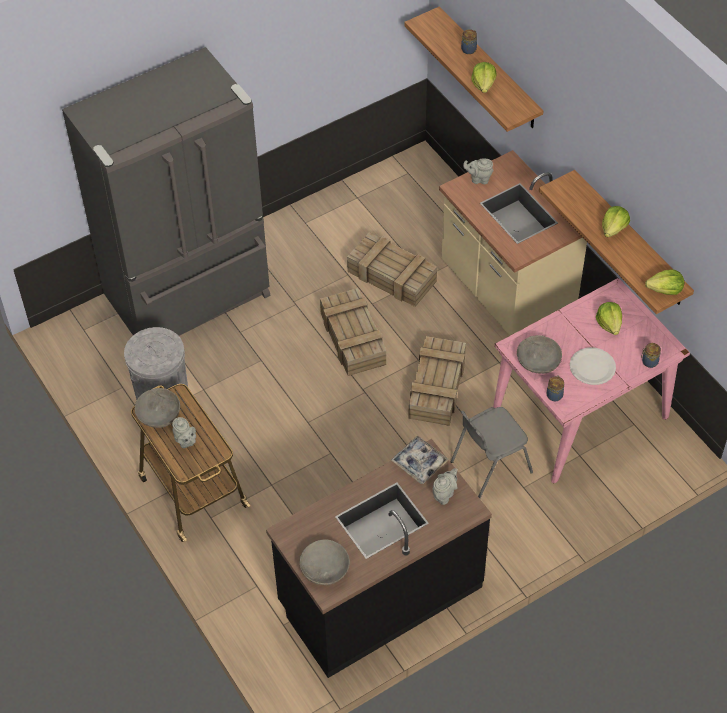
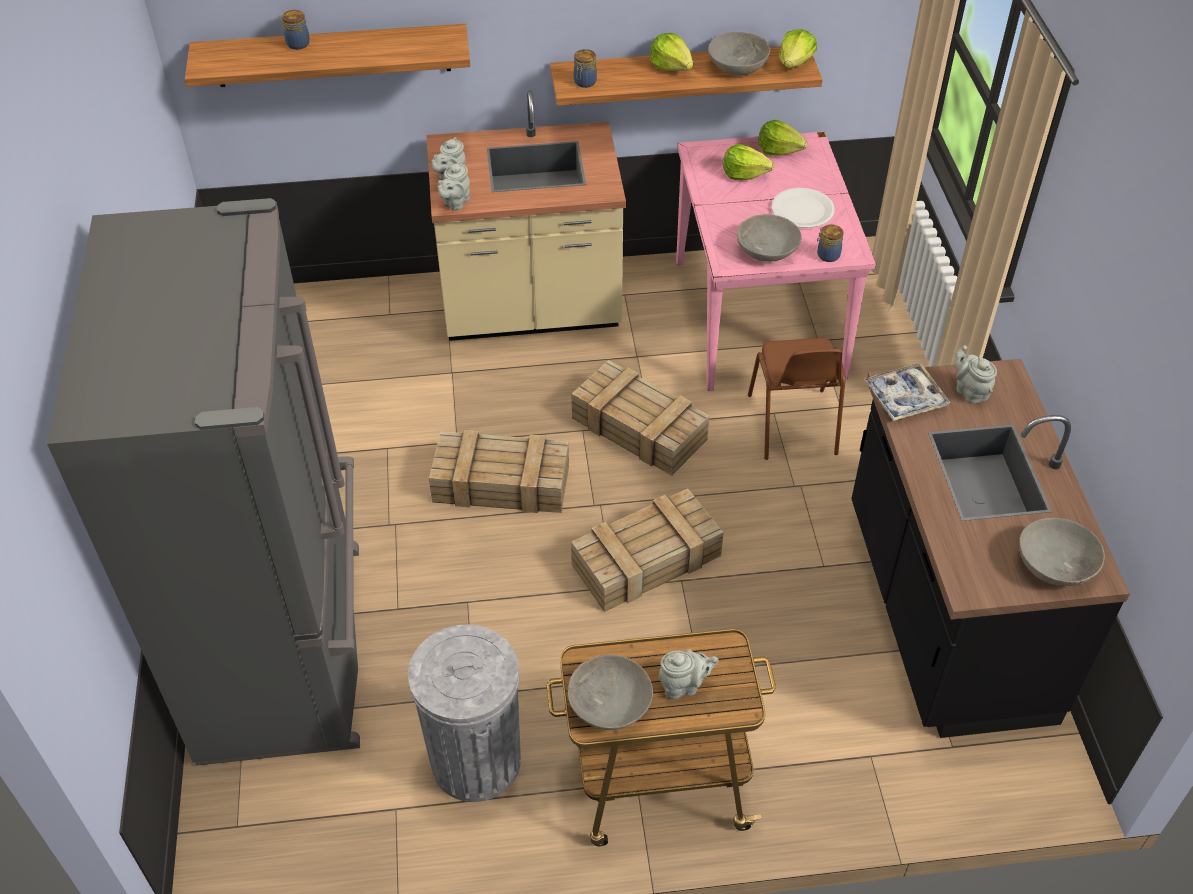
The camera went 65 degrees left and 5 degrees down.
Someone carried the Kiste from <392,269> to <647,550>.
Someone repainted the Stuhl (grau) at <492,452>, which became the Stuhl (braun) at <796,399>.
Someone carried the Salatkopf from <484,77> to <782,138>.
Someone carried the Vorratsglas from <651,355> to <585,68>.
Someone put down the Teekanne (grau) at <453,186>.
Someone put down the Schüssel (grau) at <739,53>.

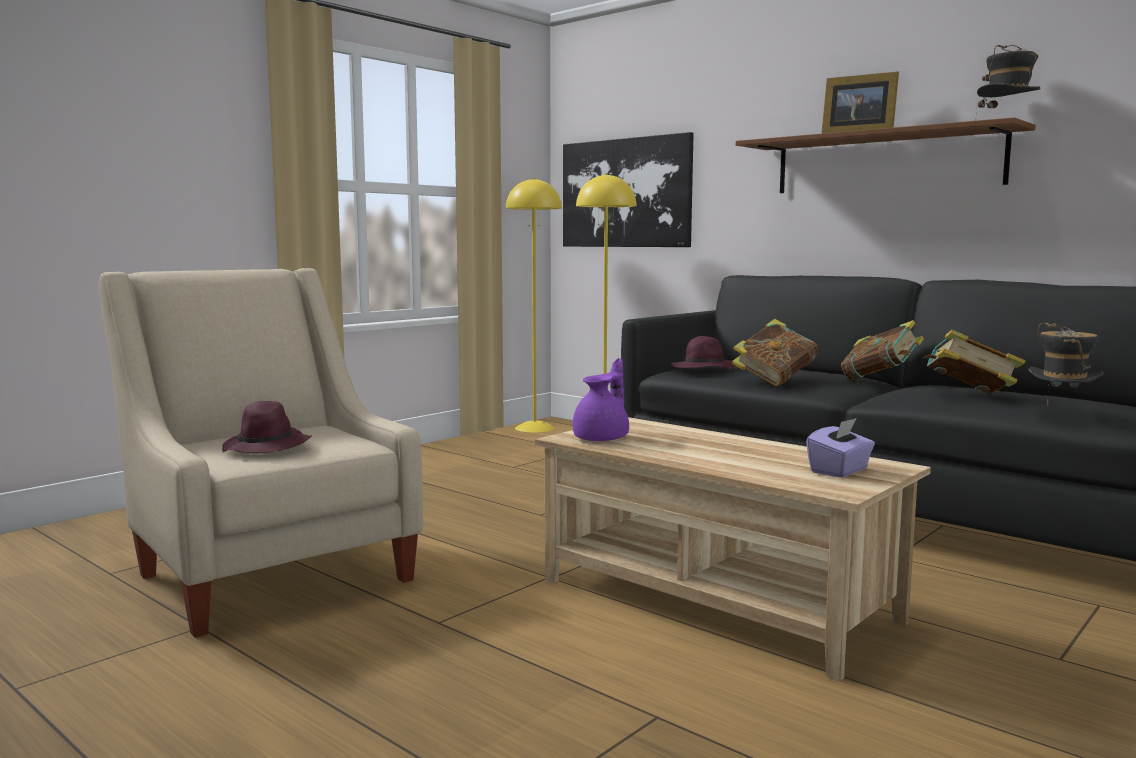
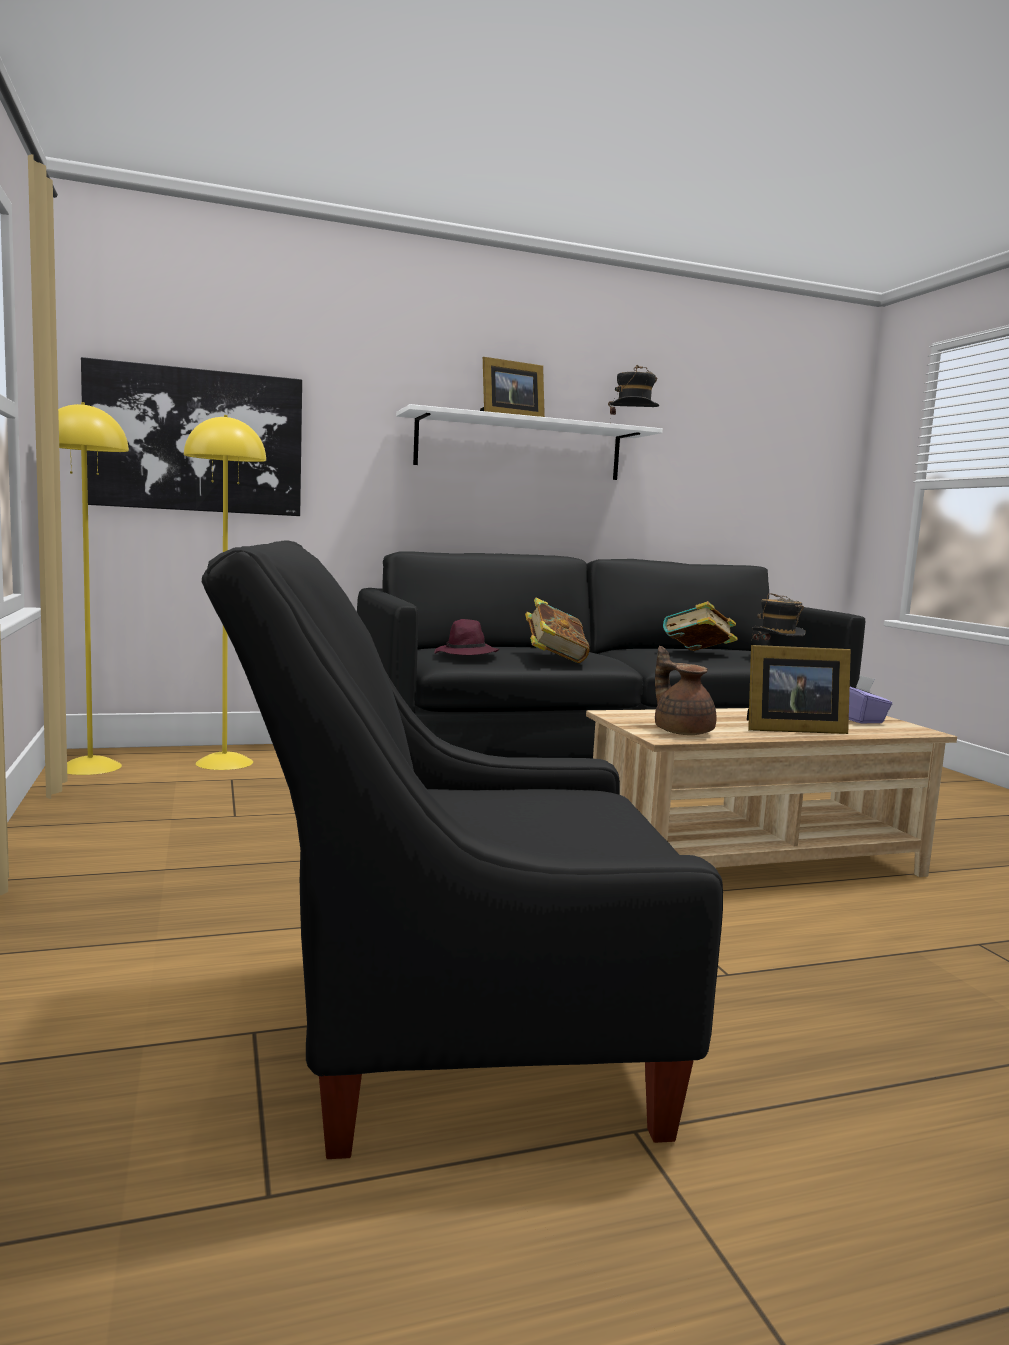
The camera went 60 degrees left and 0 degrees up.
Someone repainted the Sessel (beige) at <260,453>, which became the Sessel (schwarz) at <462,850>.
Someone took away the Hut (lila) at <267,427>.
Someone repainted the Teekanne (lila) at <601,399>, which became the Teekanne (braun) at <685,690>.
Someone repainted the Wandregal (braun) at <886,155>, which became the Wandregal (weiß) at <529,442>.
Someone took away the Buch at <882,350>.
Someone put down the Bilderrahmen at <799,689>.

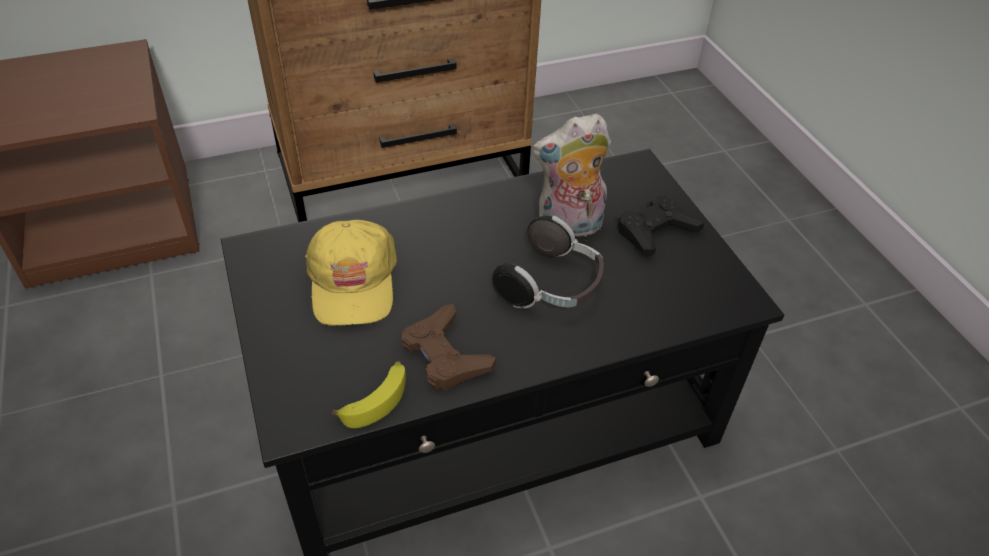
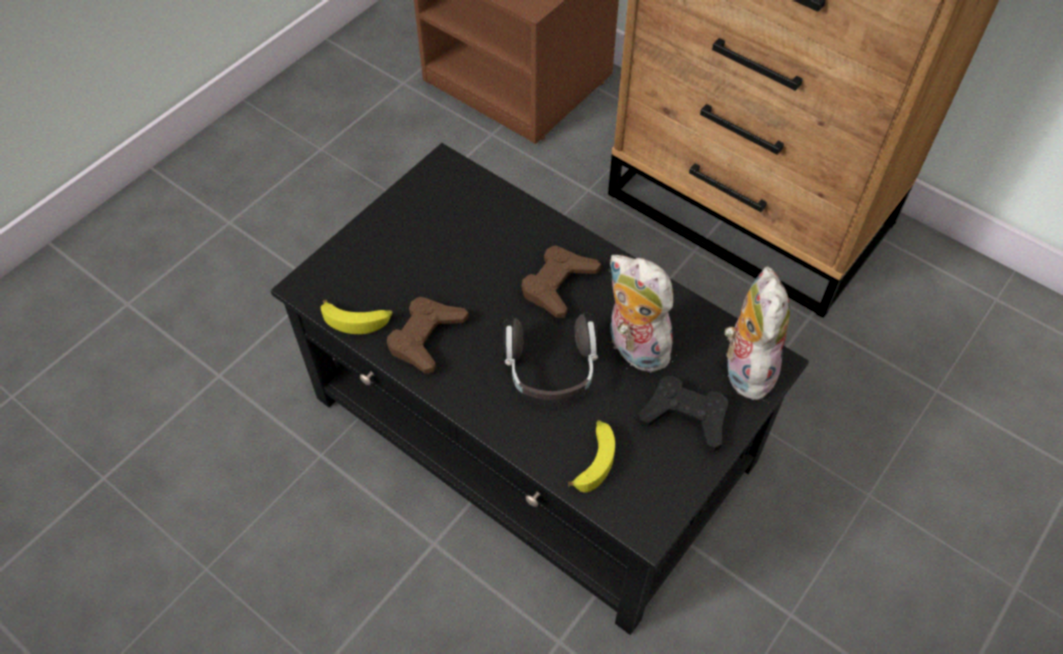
The camera went 60 degrees right and 10 degrees up.
Someone took away the Kappe (gelb) at <351,273>.
Someone put down the Gamepad (braun) at <561,281>.
Someone put down the Banane at <591,456>.
Someone put down the Plüschtier at <757,333>.

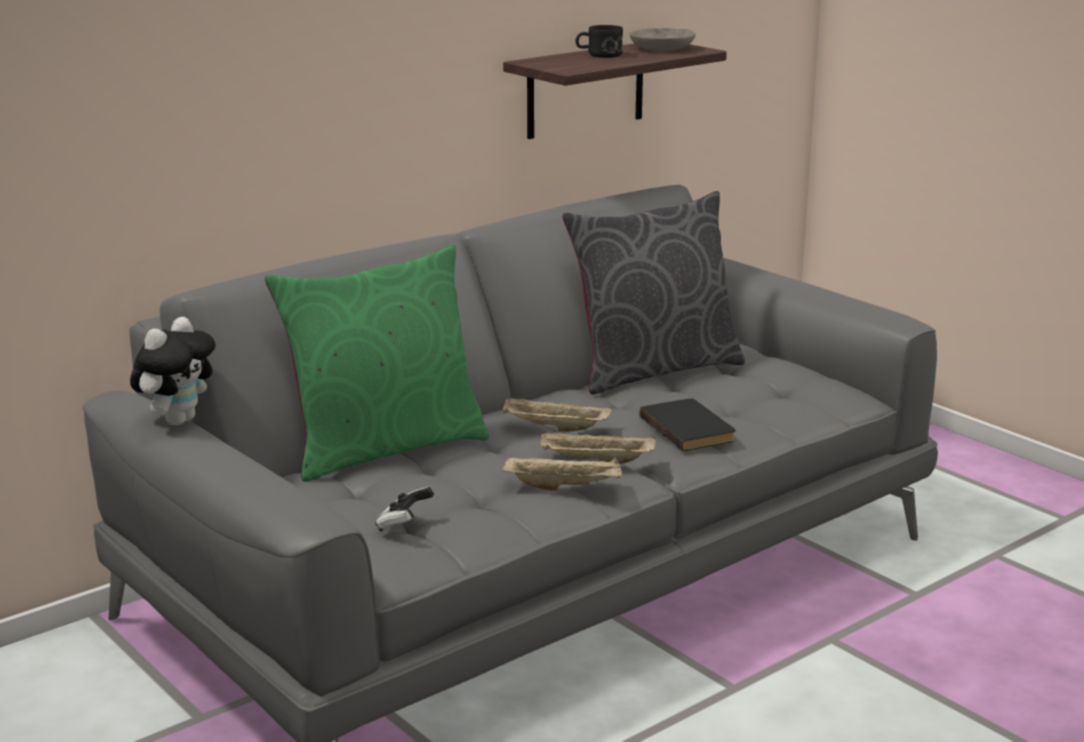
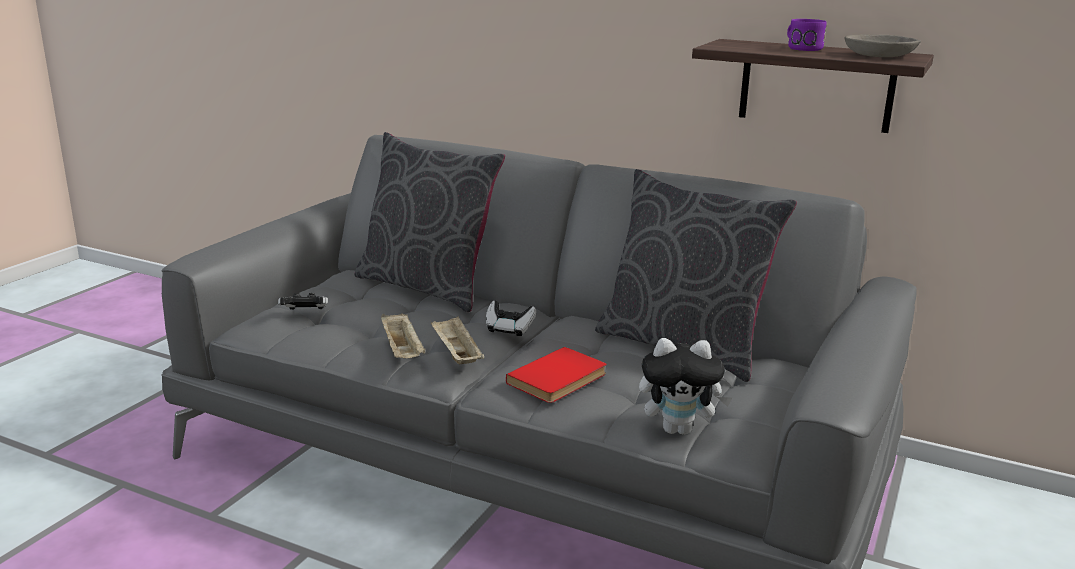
The camera went 65 degrees right and 0 degrees up.
Someone carried the Plüschtier from <172,371> to <685,386>.
Someone repainted the Kissen (grün) at <377,363>, which became the Kissen (grau) at <429,222>.
Someone swapped the Tablett (beige) at <557,414> for the Gamepad at <511,318>.
Someone repainted the Henkelbecher (schwarz) at <599,41>, which became the Henkelbecher (lila) at <807,35>.
Someone repainted the Buch (schwarz) at <687,424>, which became the Buch (rot) at <556,375>.

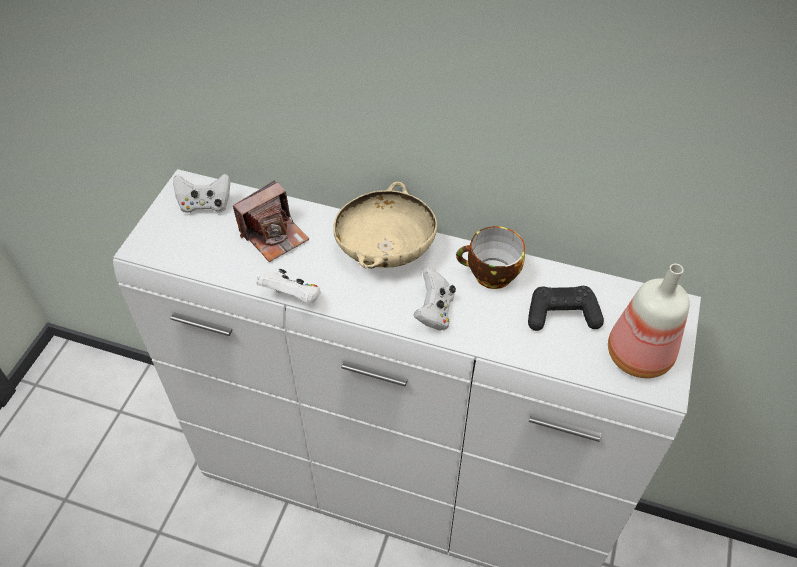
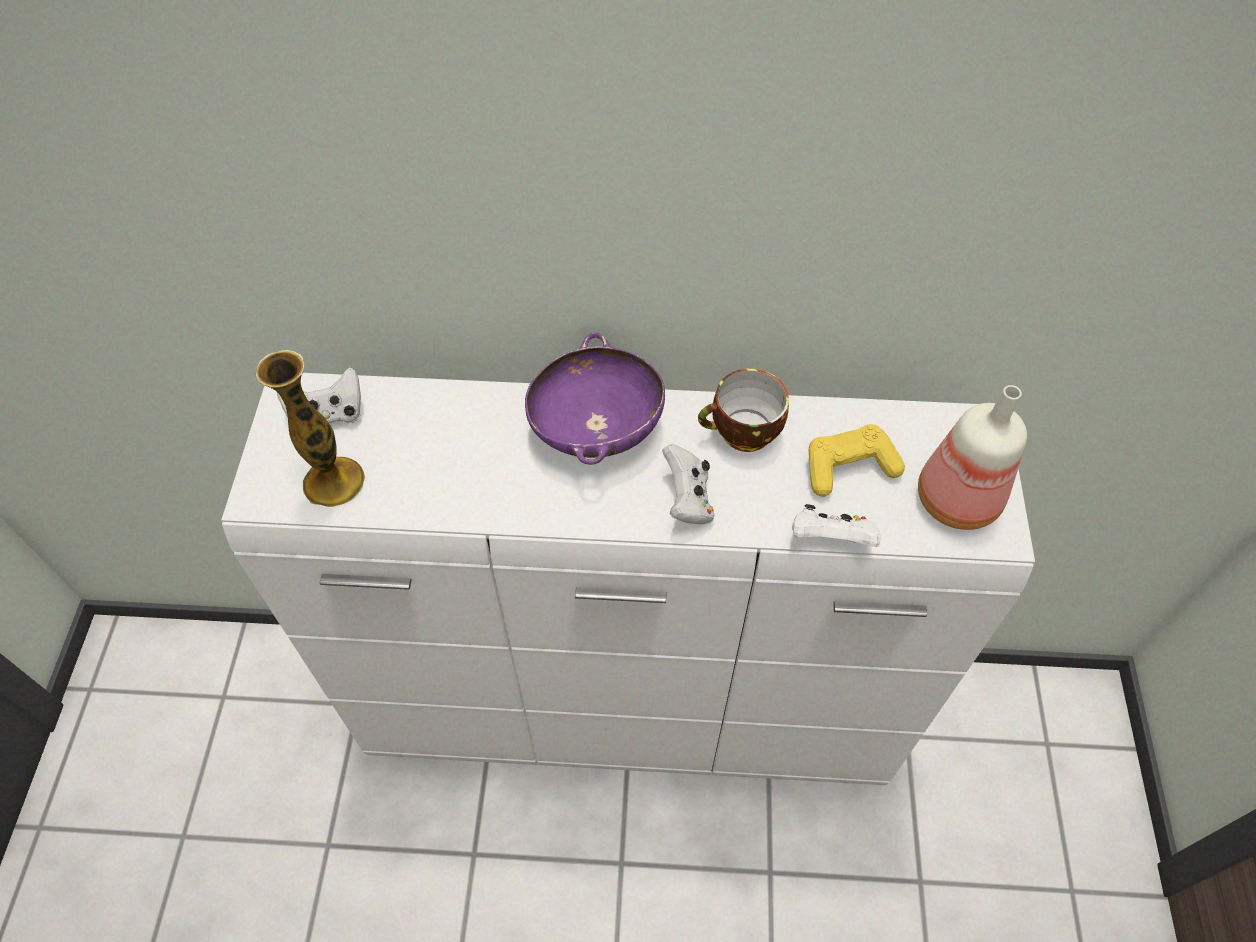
The camera went 15 degrees left and 5 degrees up.
Someone took away the Kamera at <271,221>.
Someone carried the Gamepad (weiß) from <289,286> to <836,525>.
Someone repainted the Schüssel (beige) at <385,225>, which became the Schüssel (lila) at <595,398>.
Someone repainted the Gamepad (schwarz) at <566,308>, which became the Gamepad (gelb) at <857,460>.
Someone put down the Vase at <310,428>.

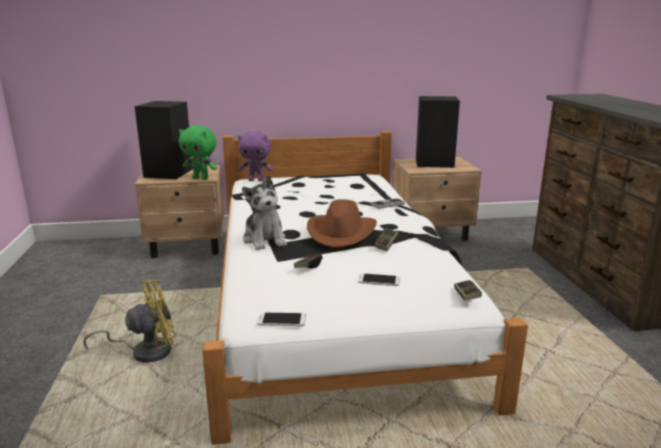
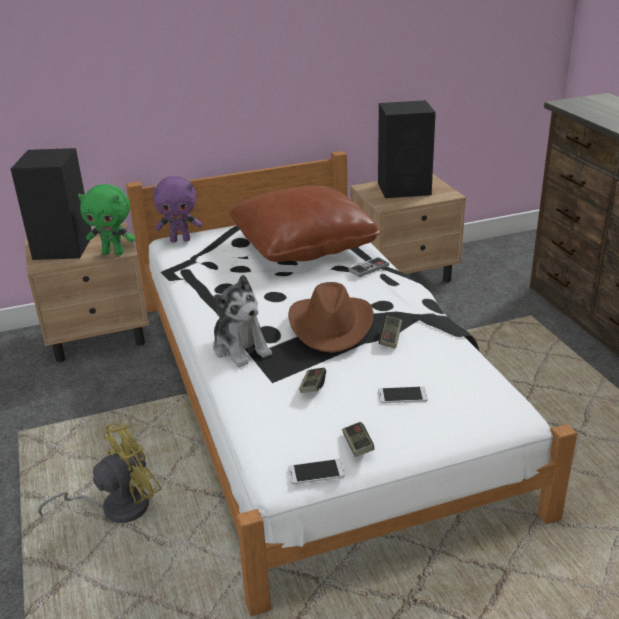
The camera went 10 degrees left and 10 degrees up.
Someone carried the Gamepad from <468,290> to <358,439>.
Someone put down the Kissen (braun) at <304,224>.

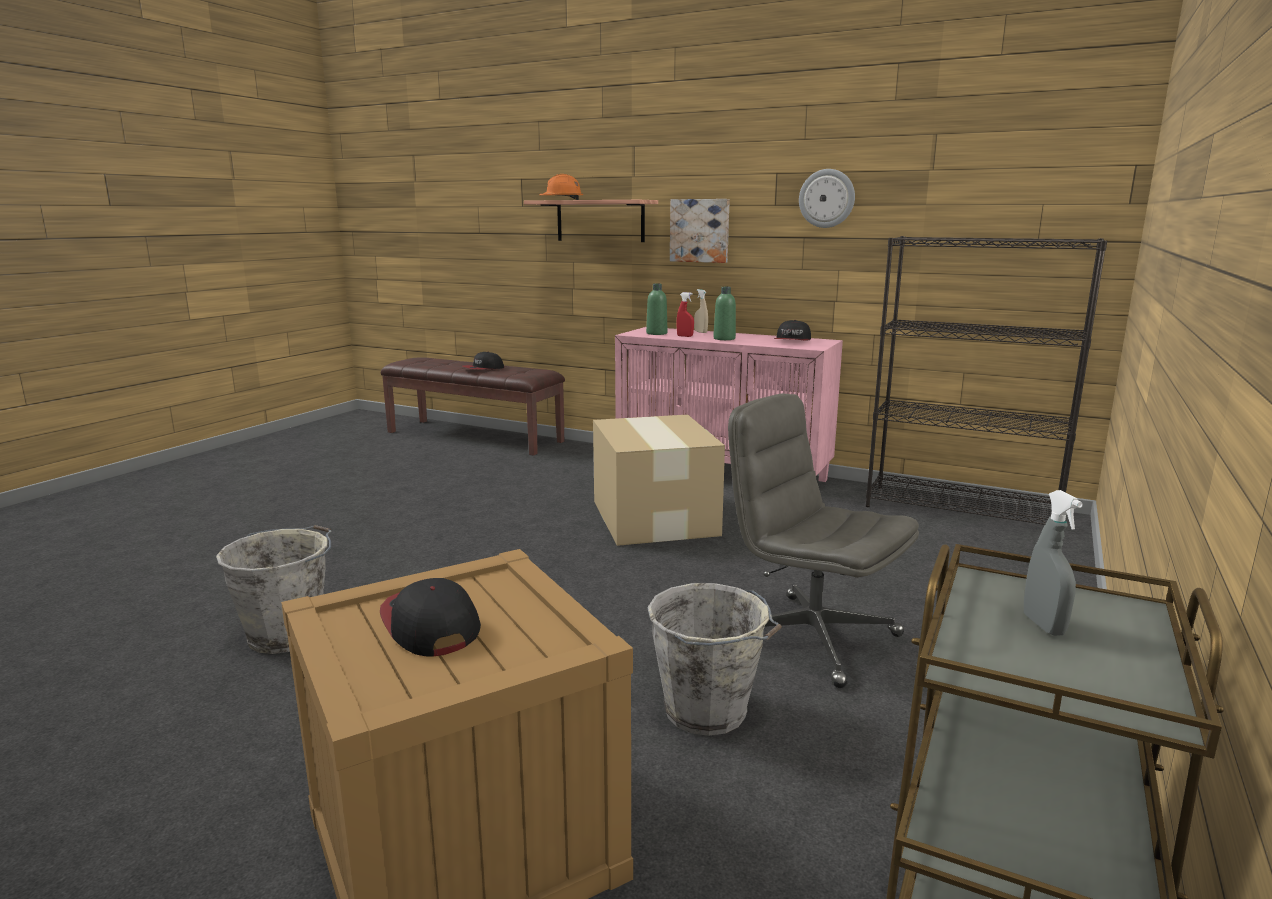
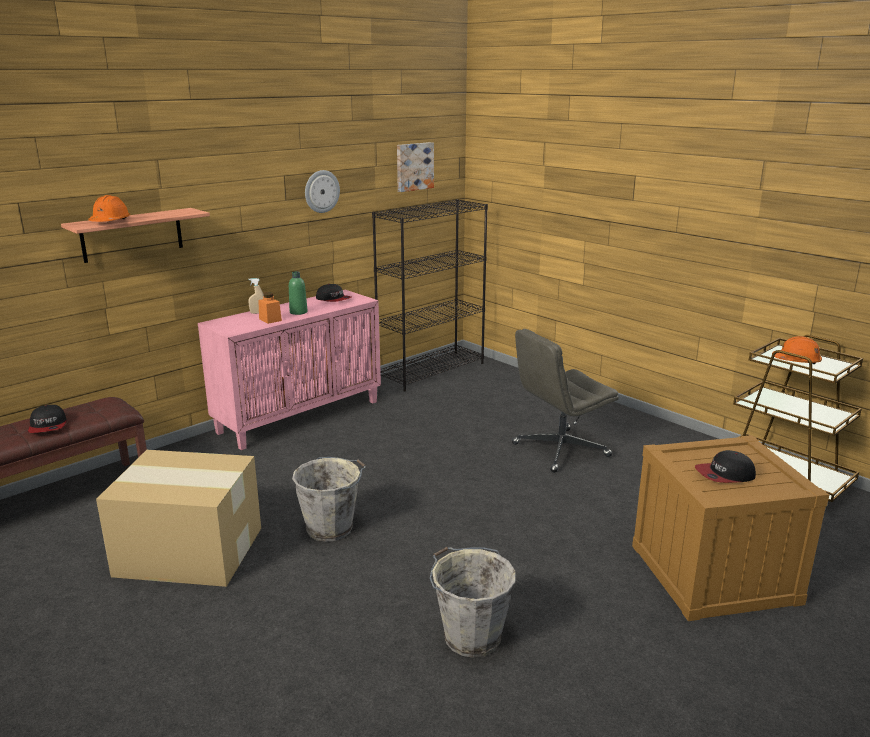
The camera went 70 degrees left and 5 degrees up.
Someone carried the Karton from <659,480> to <178,518>.
Someone took away the Flasche (grün) at <656,309>.
Someone carried the Eimer (grau) from <714,659> to <329,499>.
Someone carried the Bild from <700,231> to <415,167>.
Someone swapped the Sprühflasche (rot) at <685,314> for the Vorratsglas (orange) at <270,308>.
Someone swapped the Sprühflasche (grau) at <1053,563> for the Schutzhelm (orange) at <797,350>.

